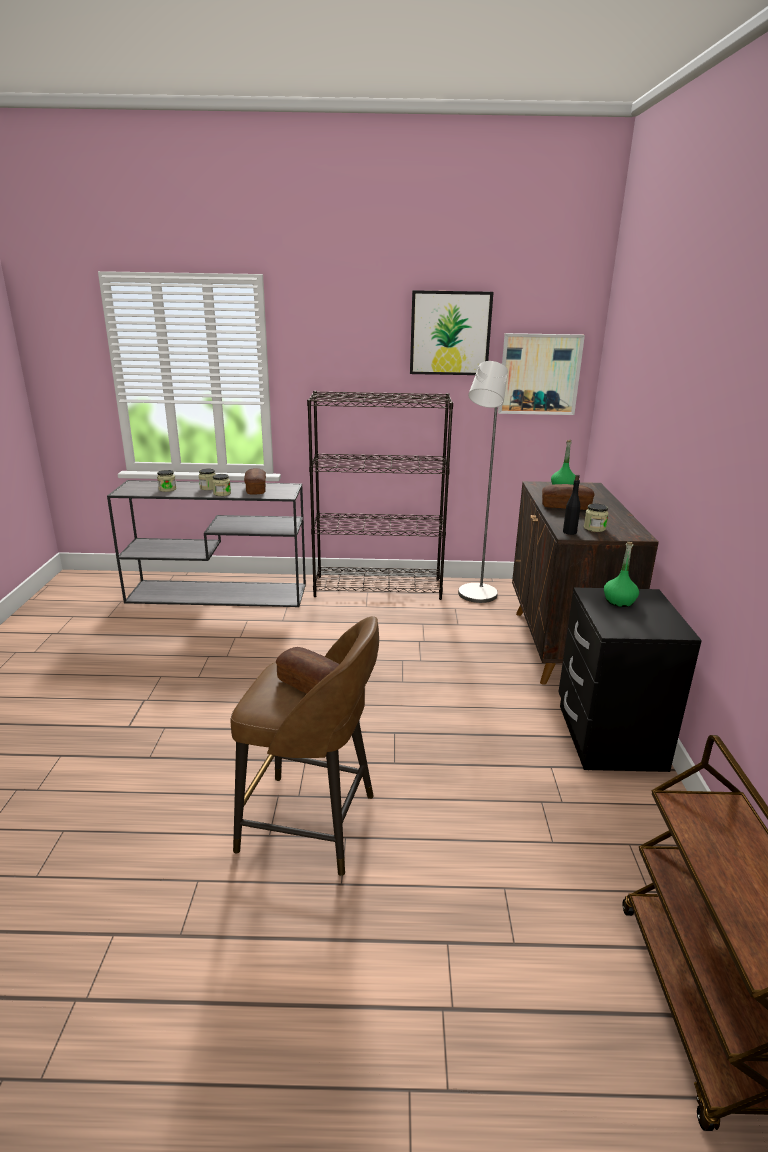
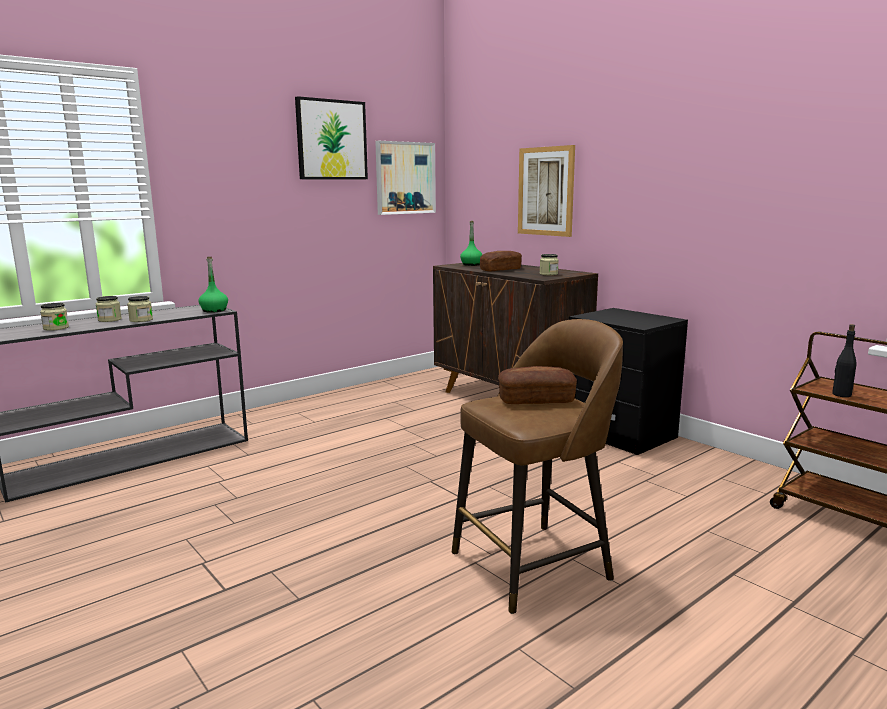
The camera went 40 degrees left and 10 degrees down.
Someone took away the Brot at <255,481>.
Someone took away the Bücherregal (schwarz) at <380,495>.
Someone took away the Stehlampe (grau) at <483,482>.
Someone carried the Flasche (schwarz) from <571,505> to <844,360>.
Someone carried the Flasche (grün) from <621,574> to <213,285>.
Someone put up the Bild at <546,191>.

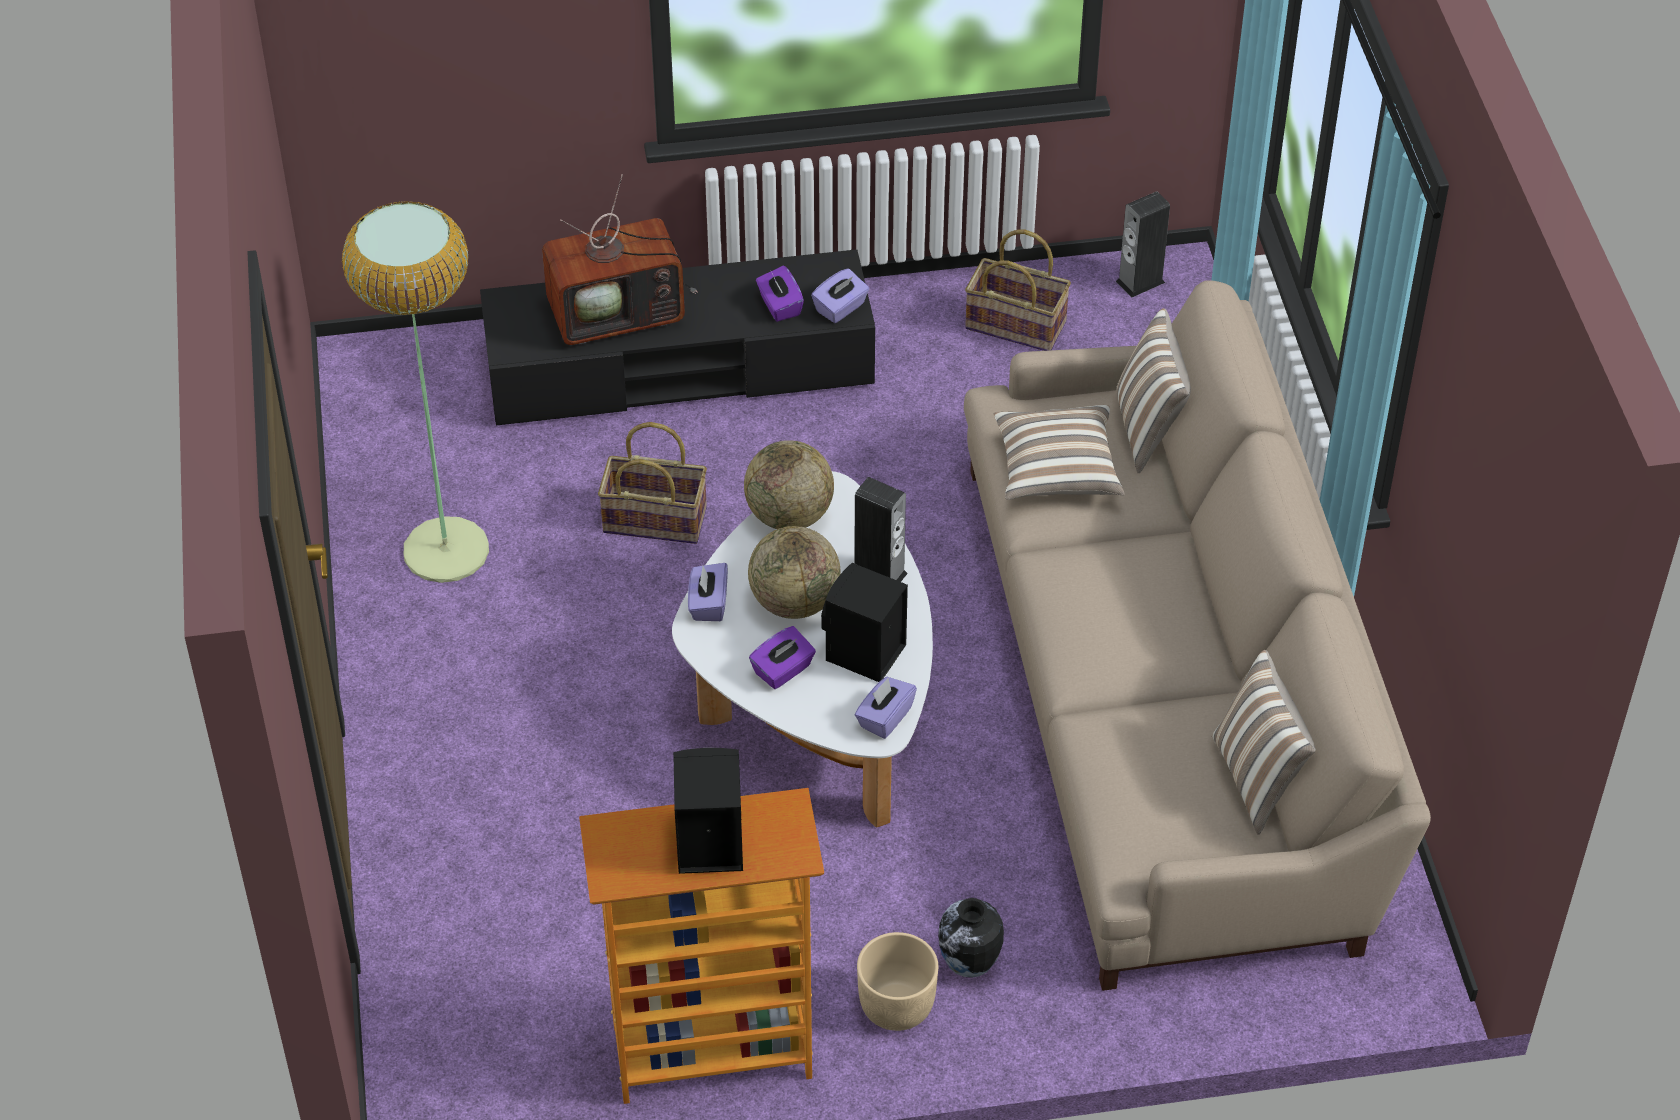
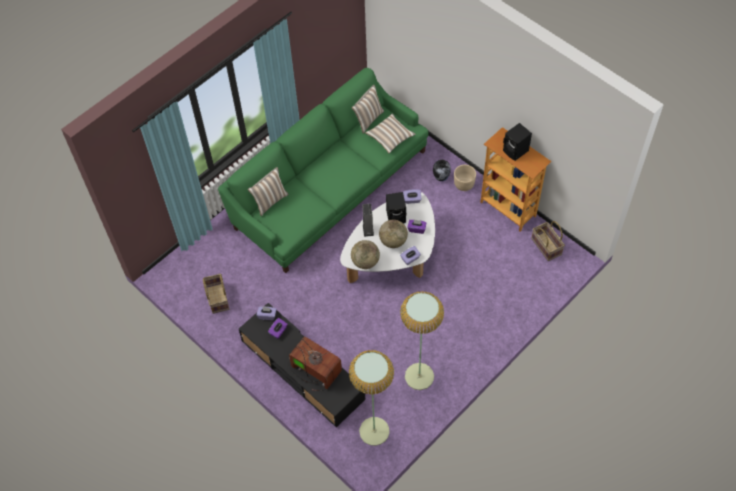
The camera went 125 degrees left and 10 degrees up.
Someone carried the Korb from <652,483> to <548,241>.
Someone repainted the Sofa (beige) at <1197,635>, which became the Sofa (grün) at <323,170>.
Someone carried the Kissen from <1059,452> to <390,133>.
Someone took away the Lautsprecher at <1143,244>.
Someone put down the Stehlampe at <371,398>.

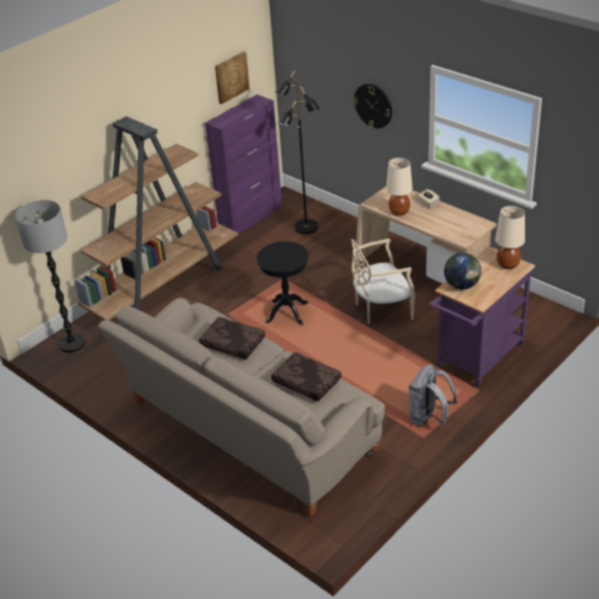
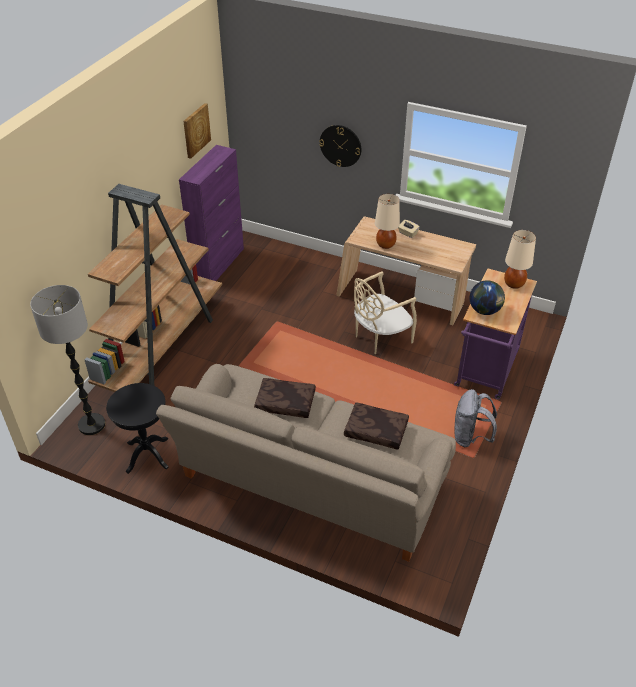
The camera went 20 degrees left and 5 degrees up.
Someone carried the Beistelltisch (schwarz) from <283,283> to <137,428>.
Someone took away the Stehlampe (schwarz) at <297,152>.

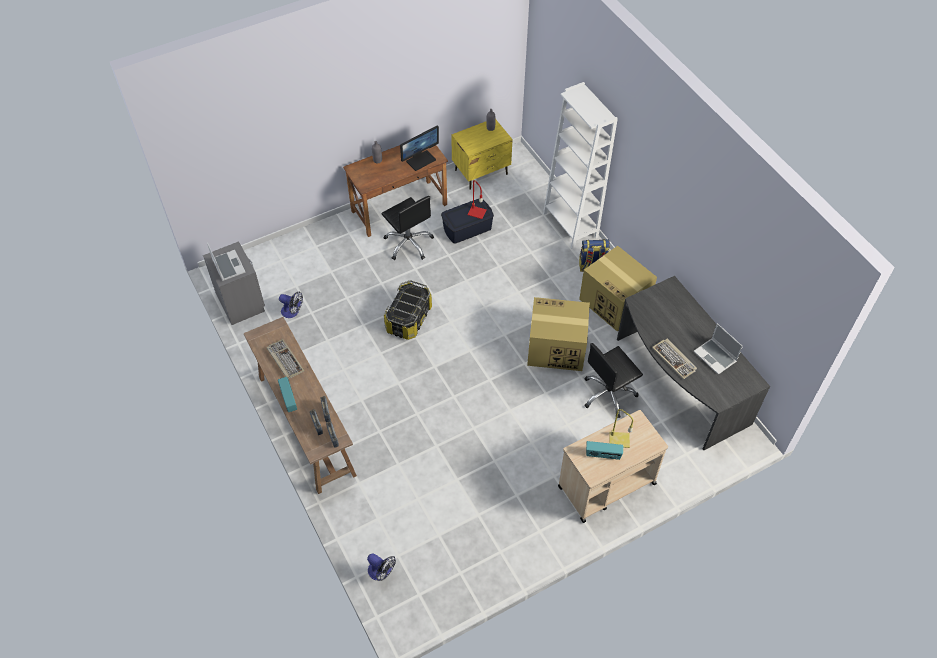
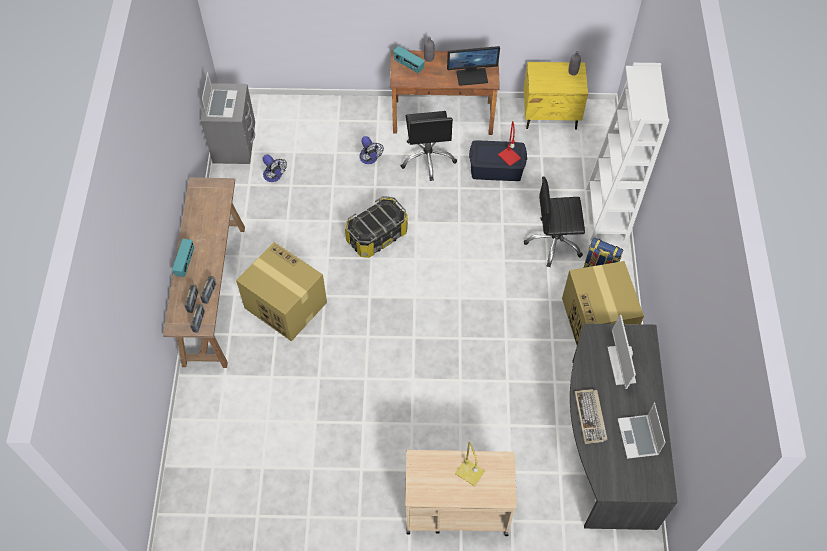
The camera went 30 degrees right and 5 degrees up.
Someone took away the Tastatur at <285,358>.
Someone carried the Ventilator from <381,567> to <372,150>.
Someone carried the Karton from <558,334> to <281,291>.
Someone carried the Bürostuhl (schwarz) from <613,380> to <554,222>.
Someone carried the Radio from <604,450> to <409,59>.
Someone put down the Monitor at <621,352>.

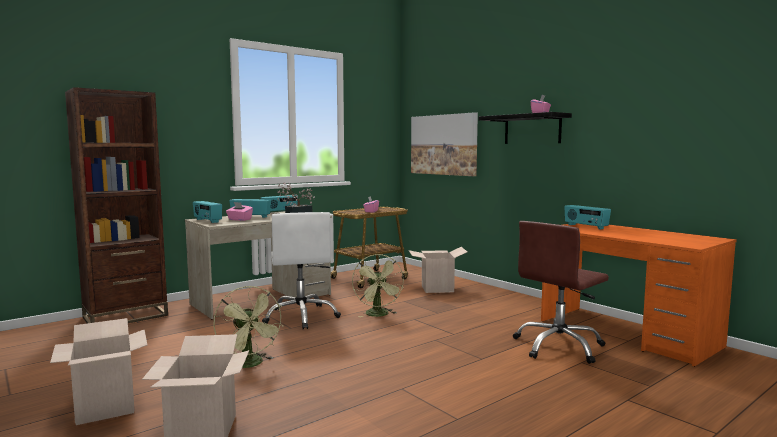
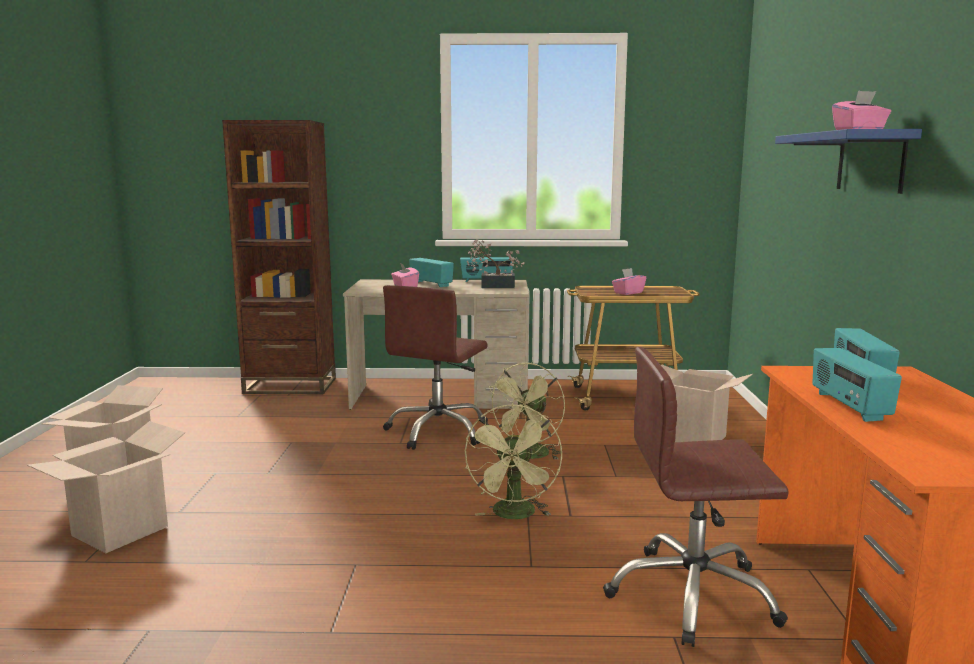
The camera went 40 degrees right and 5 degrees up.
Someone carried the Radio from <207,212> to <857,385>.
Someone carried the Ventilator (grün) from <248,327> to <513,461>.
Someone repainted the Bürostuhl (weiß) at <301,270>, which became the Bürostuhl (braun) at <435,367>.
Someone took away the Bild at <444,144>.
Someone repainted the Wandregal (schwarz) at <525,128>, which became the Wandregal (blau) at <848,161>.

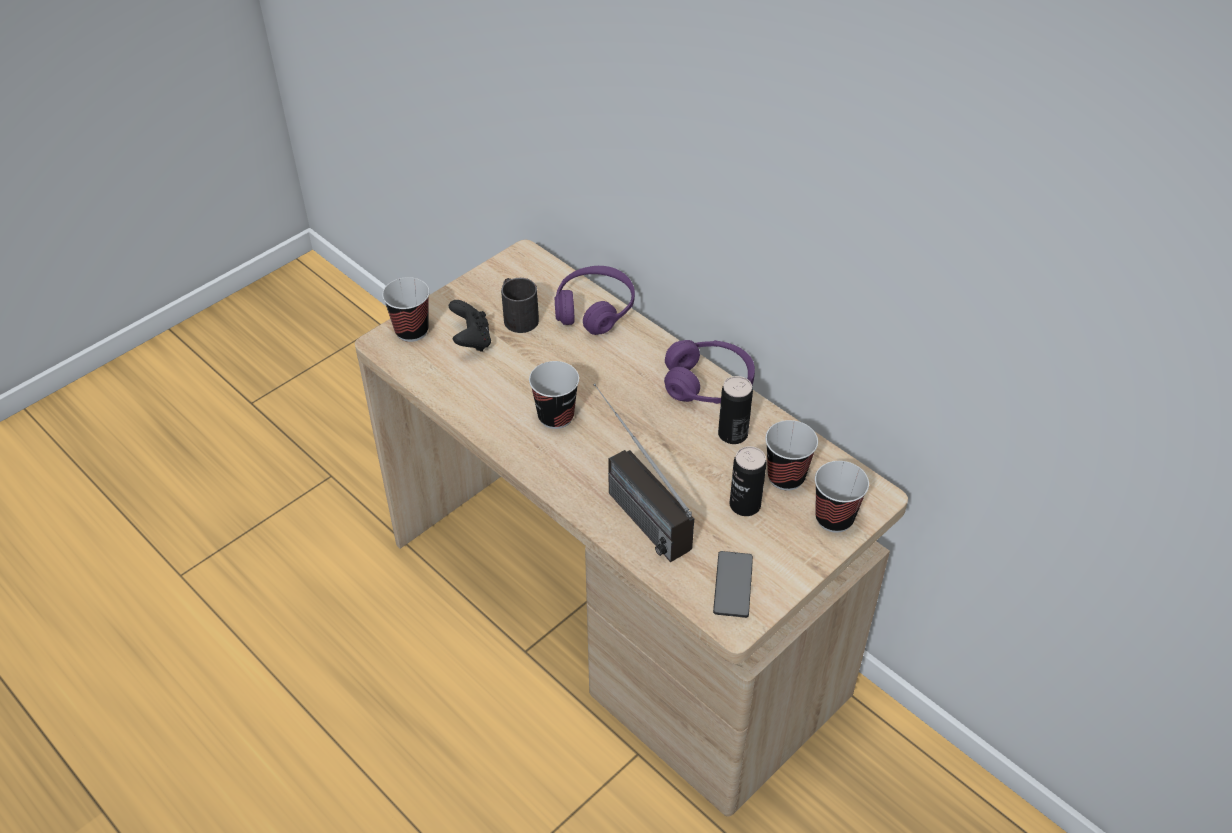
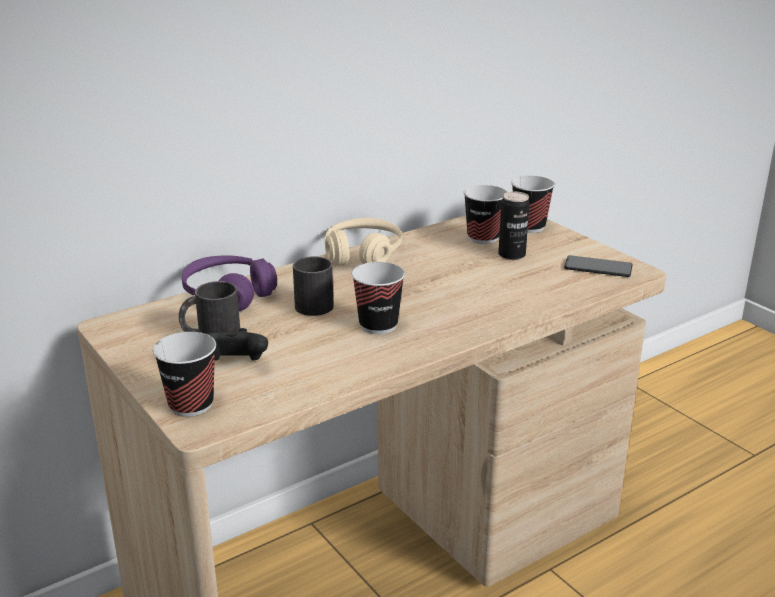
The camera went 80 degrees left and 20 degrees down.
Someone took away the Radio at <643,473>.
Someone repainted the Kopfhörer (lila) at <709,372>, which became the Kopfhörer (beige) at <363,241>.
Someone took away the Dose at <735,410>.
Someone put down the Henkelbecher (schwarz) at <313,286>.

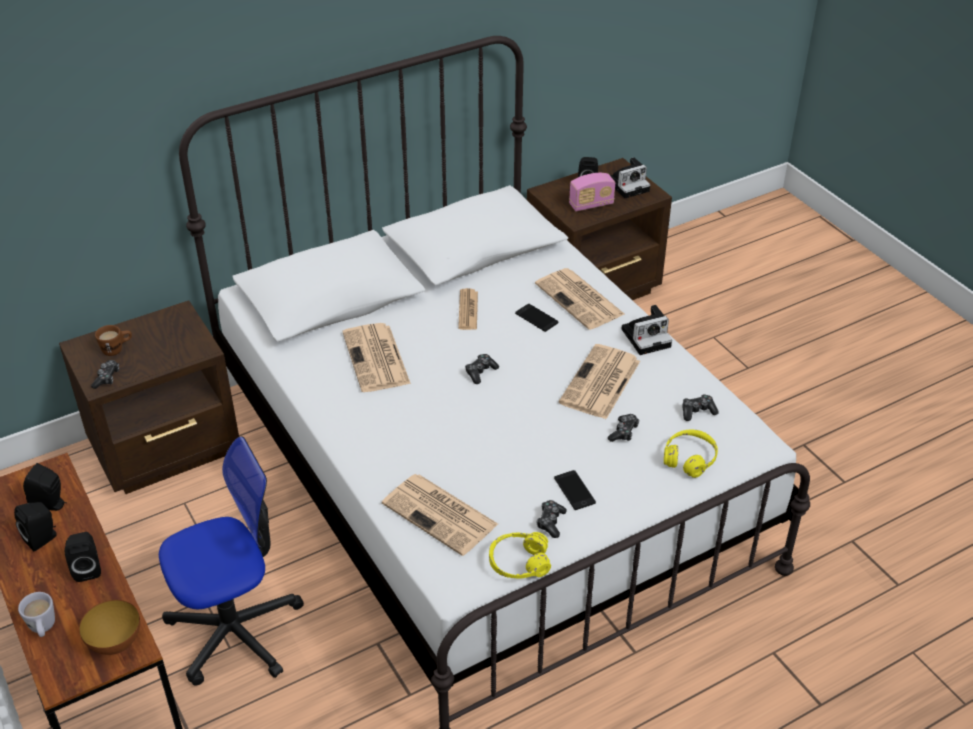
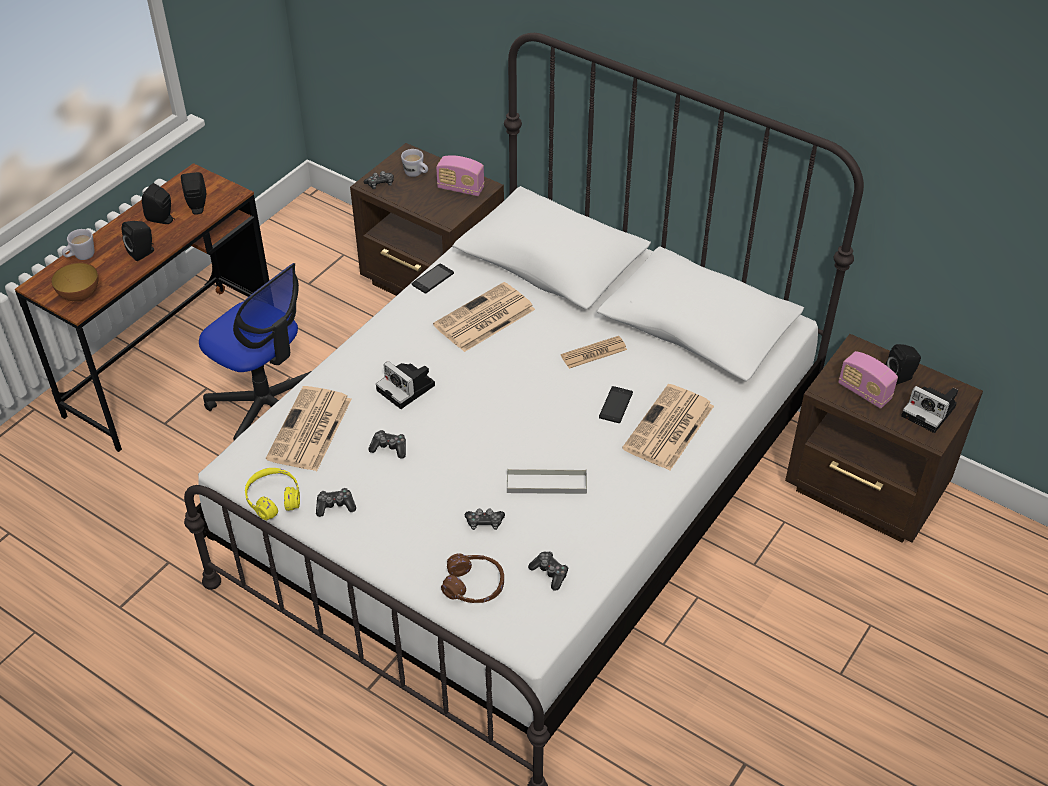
The camera went 65 degrees right and 5 degrees up.
Someone repainted the Henkelbecher (braun) at <113,340>, which became the Henkelbecher (weiß) at <414,163>.
Someone carried the Gamepad from <482,369> to <387,444>.
Someone carried the Handy from <575,490> to <433,279>.
Someone swapped the Zeitung at <599,381> for the Tablett (grau) at <547,481>.
Someone carried the Kamera from <646,330> to <405,385>.
Someone repainted the Kopfhörer (gelb) at <691,454>, which became the Kopfhörer (braun) at <472,578>.
Someone put down the Radio at <460,175>.

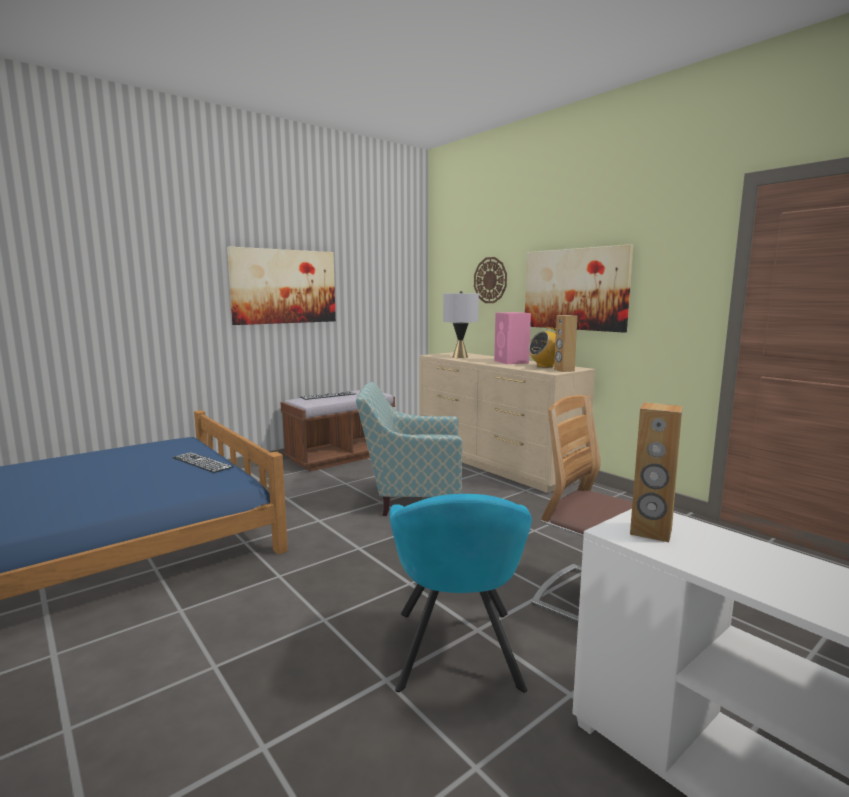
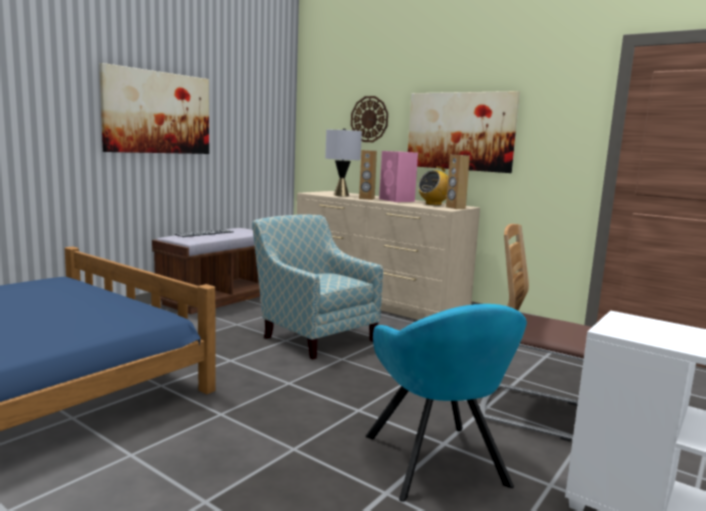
The camera went 15 degrees left and 0 degrees up.
Someone took away the Tastatur at <202,462>.
Someone rotated the Sessel at <409,449> by 60 degrees clockwise.
Someone carried the Lautsprecher (braun) from <656,472> to <368,175>.

